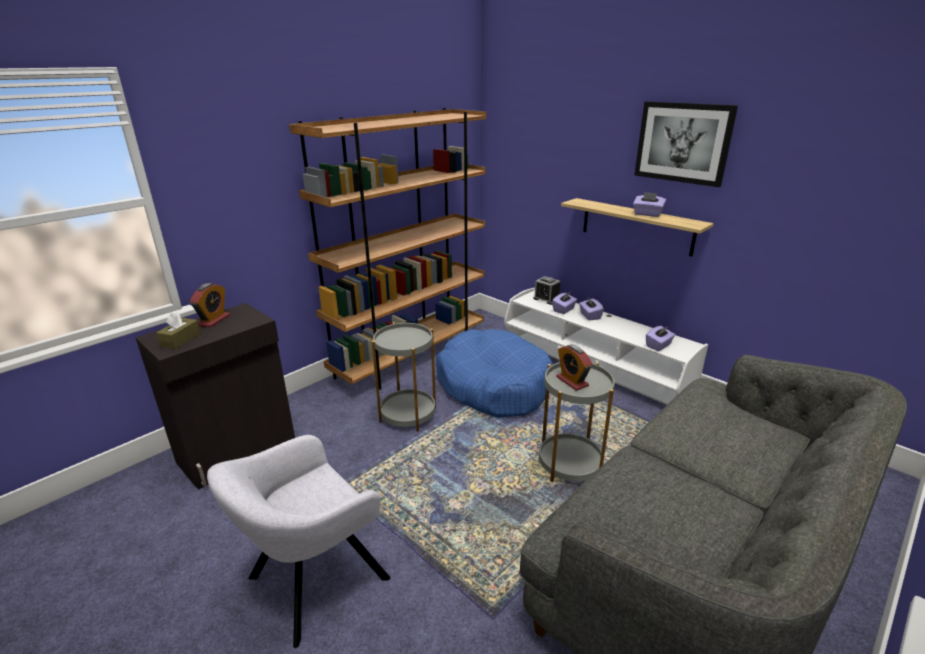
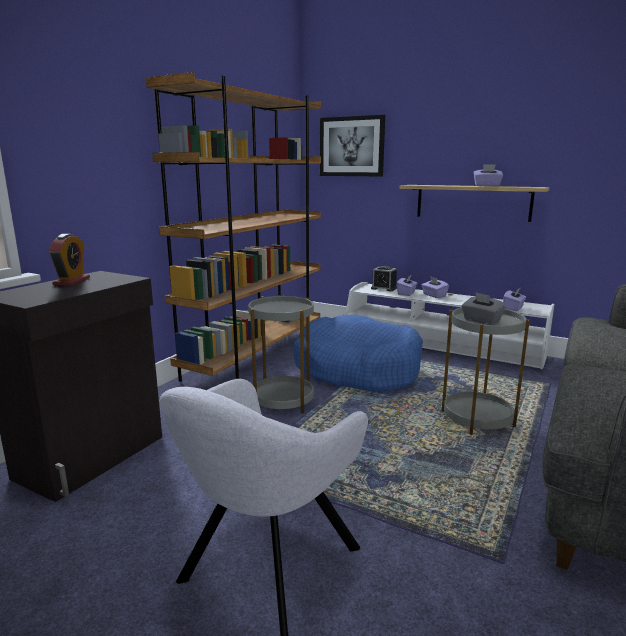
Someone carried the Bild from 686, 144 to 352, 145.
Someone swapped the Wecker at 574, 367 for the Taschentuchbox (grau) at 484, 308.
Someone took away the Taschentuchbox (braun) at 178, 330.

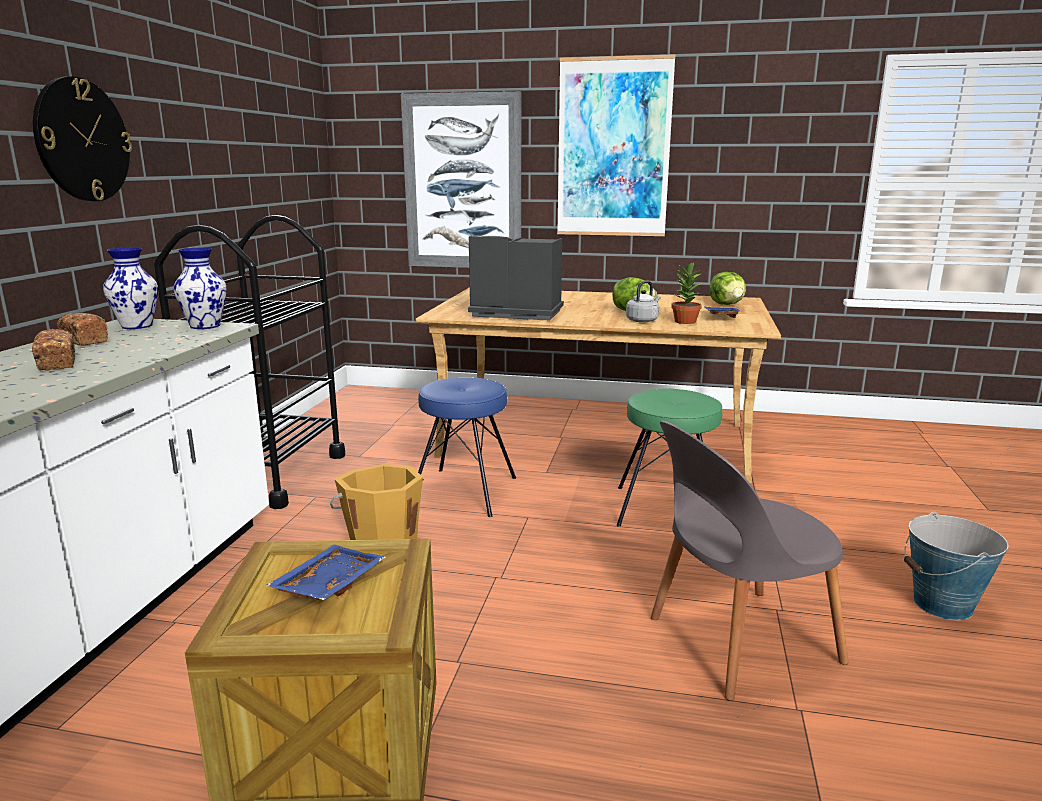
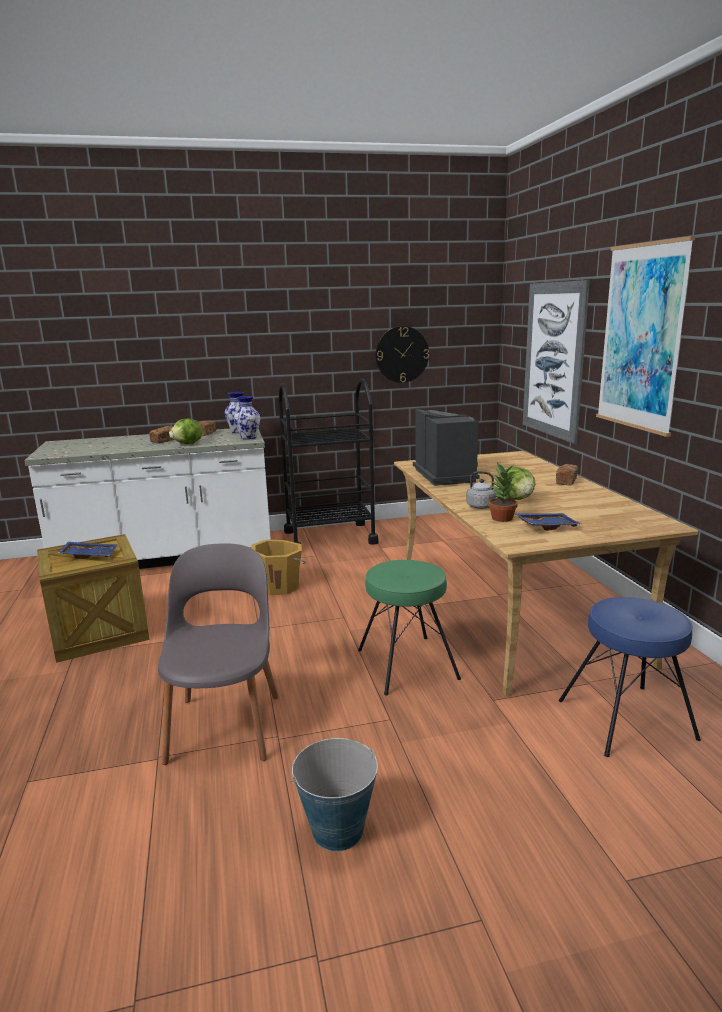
Someone rotated the Stuhl (grau) at 749, 560 by 45 degrees clockwise.
Someone carried the Salatkopf from 727, 288 to 185, 431.
Someone carried the Wanduhr from 82, 138 to 402, 354.
Someone put down the Brot at 567, 475.
Someone carried the Hocker (blau) from 467, 447 to 630, 677.

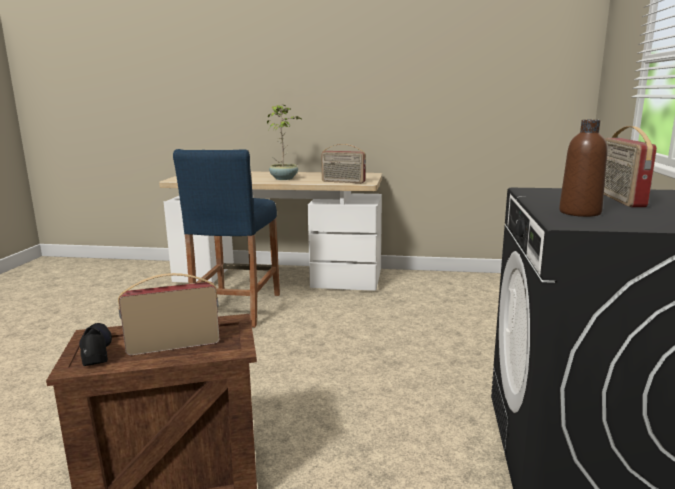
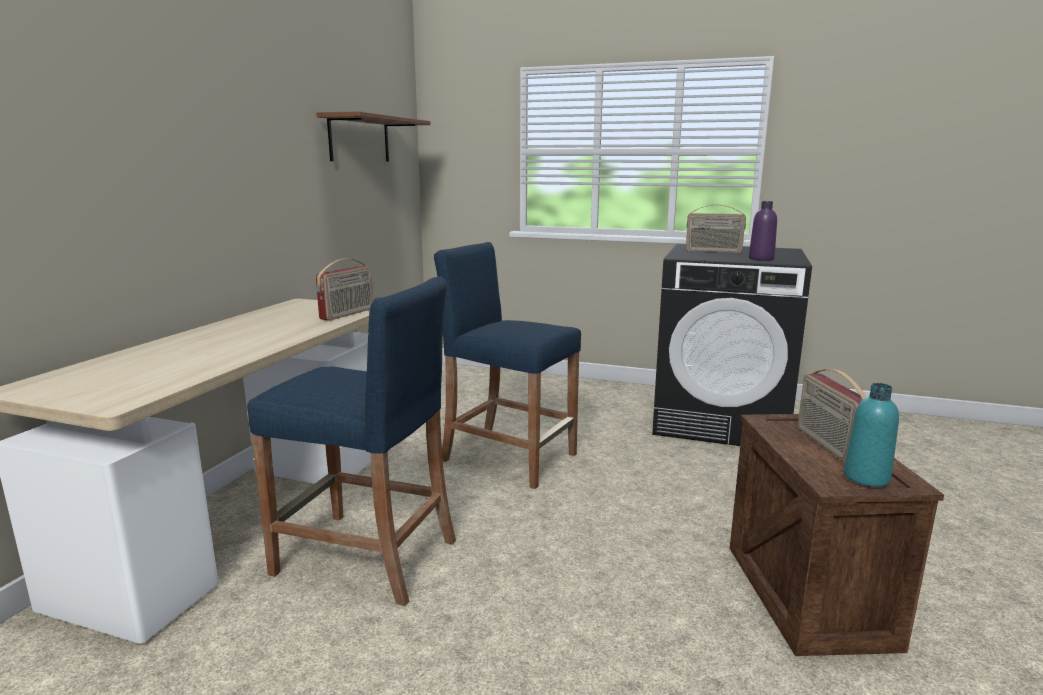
Someone put up the Wandregal (braun) at 373, 136.
Someone put down the Hocker (blau) at 507, 365.
Someone repainted the Flasche (braun) at 583, 168, which became the Flasche (lila) at 763, 231.
Someone swapped the Schuh (schwarz) at 95, 344 for the Flasche (türkis) at 871, 435.
Someone took away the Topfpflanze at 284, 142.

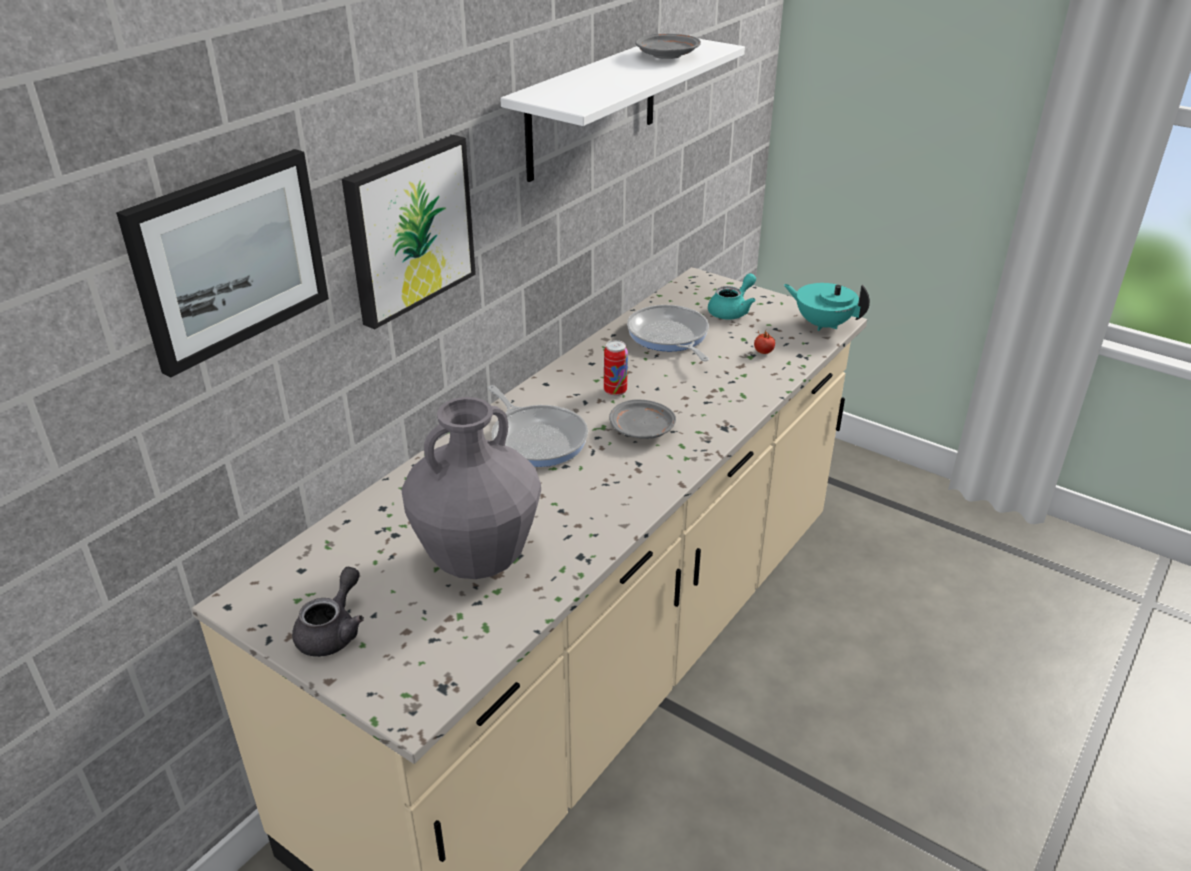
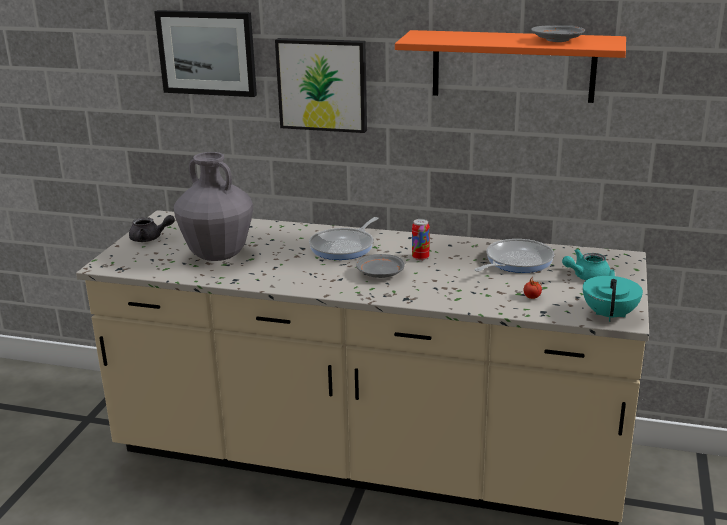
Someone repainted the Wandregal (weiß) at 622, 110, which became the Wandregal (orange) at 510, 66.
Someone rotated the Teekanne (türkis) at 732, 296 by 135 degrees clockwise.

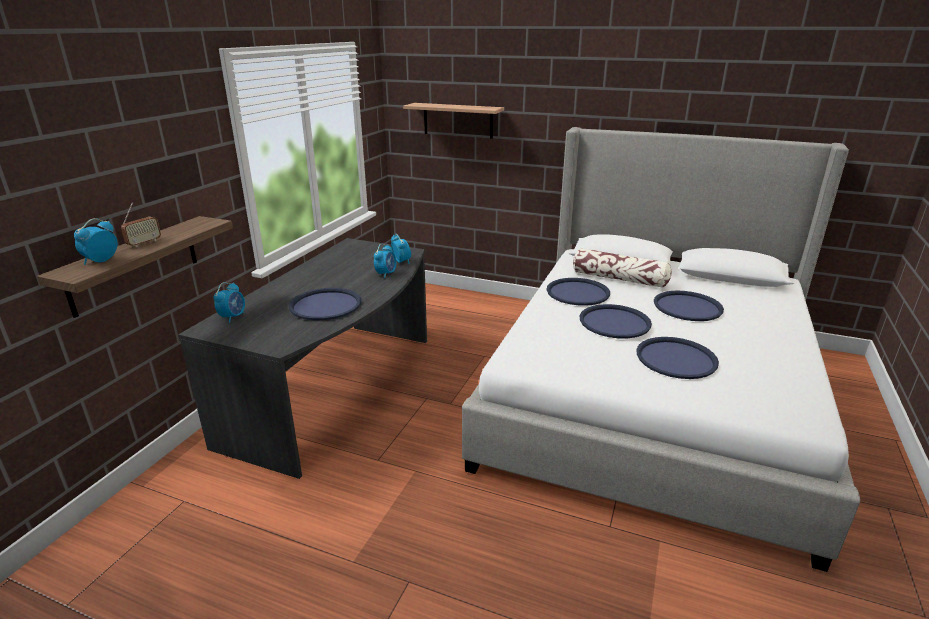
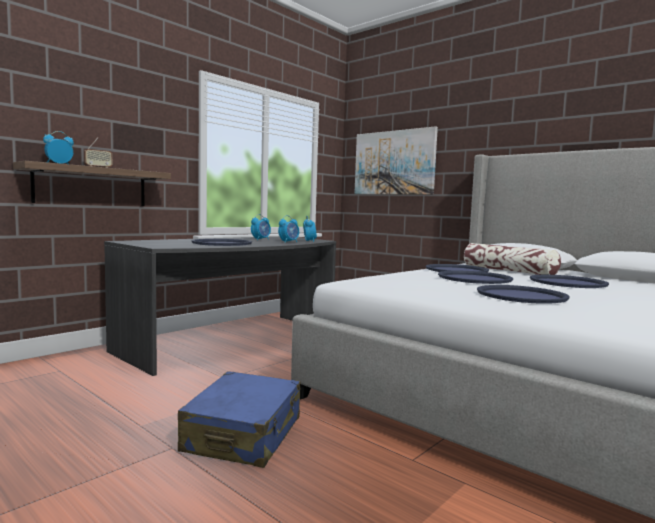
Someone put down the Koffer (blau) at 239, 419.
Someone carried the Wecker from 229, 302 to 261, 227.
Someone swapped the Wandregal at 453, 121 for the Bild at 396, 160.

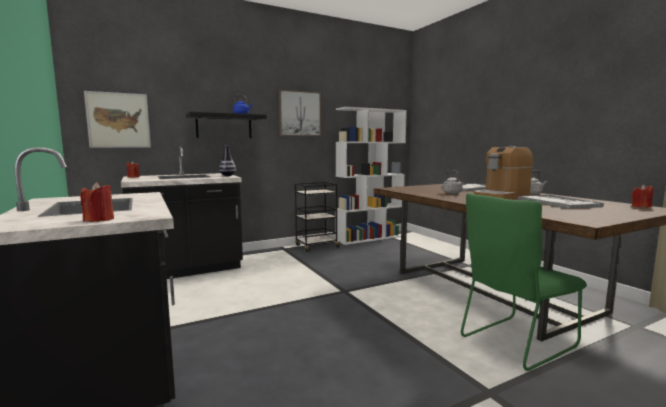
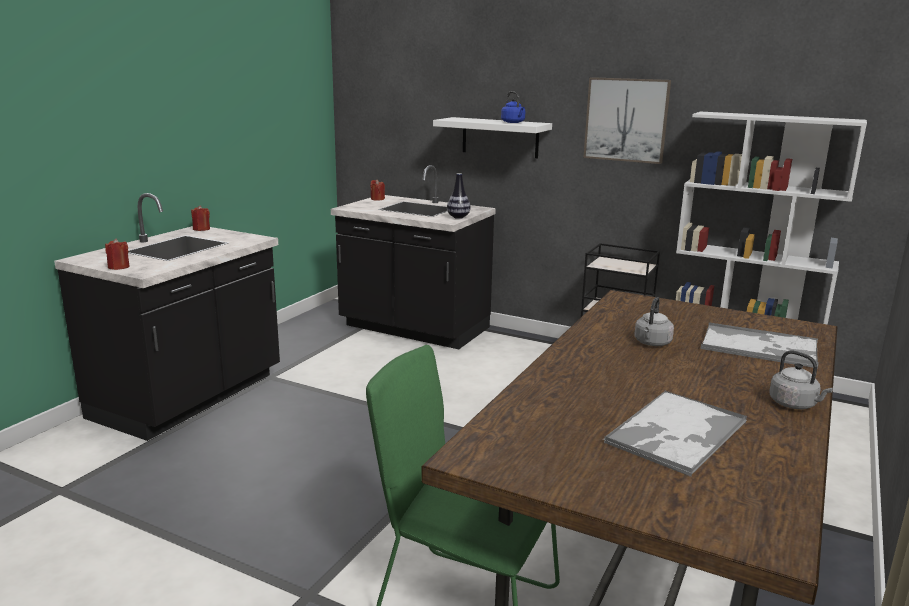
Someone carried the Kerze (rot) from 643, 195 to 200, 218.
Someone repainted the Wandregal (schwarz) at 226, 124, which became the Wandregal (weiß) at 492, 137.
Someone took away the Bild at 117, 119.
Someone took away the Kaffeemaschine at 503, 173.

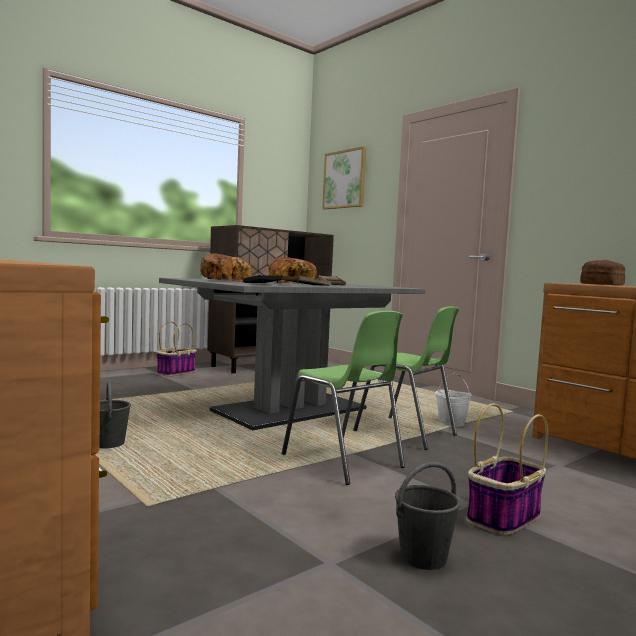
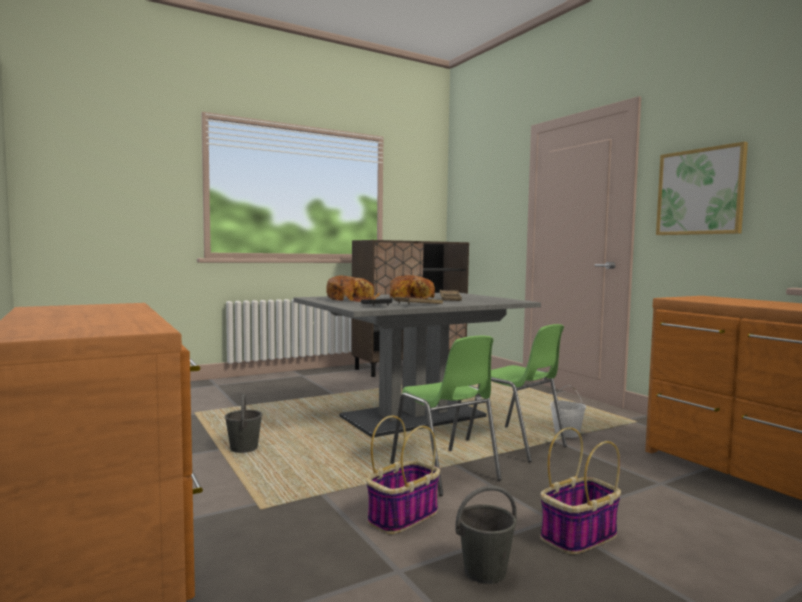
Someone carried the Korb from 176, 349 to 403, 474.
Someone carried the Bild from 344, 177 to 702, 188.
Someone took away the Brot at 602, 272.

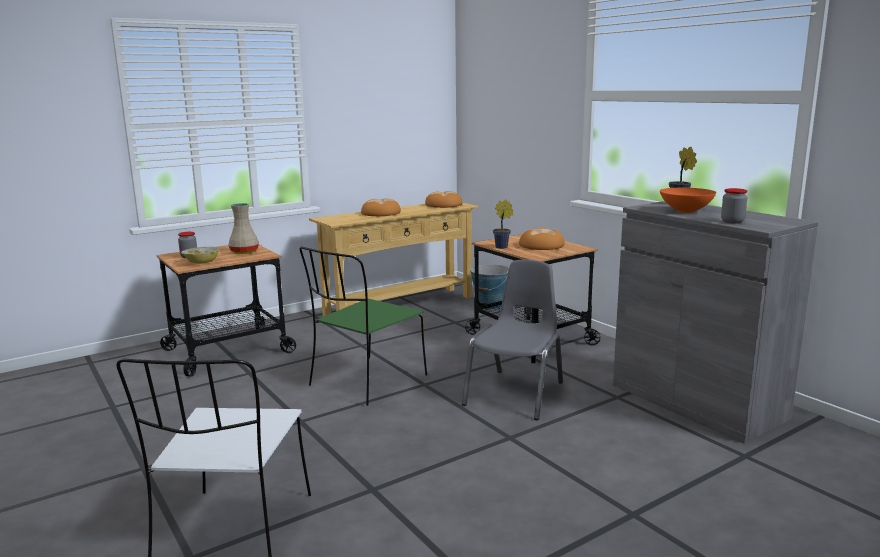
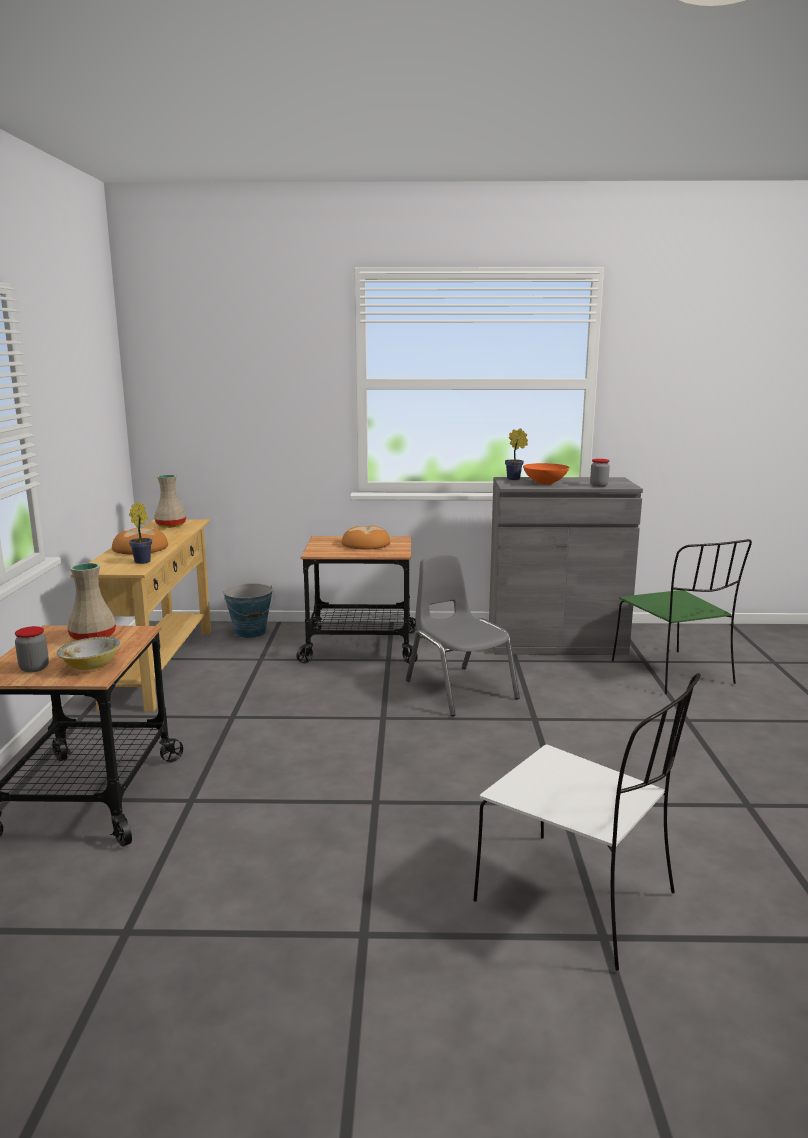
Someone carried the Topfpflanze from 503, 224 to 140, 532.
Someone swapped the Brot at 444, 199 for the Vase (beige) at 170, 501.
Someone carried the Stuhl (grün) from 363, 326 to 682, 616.

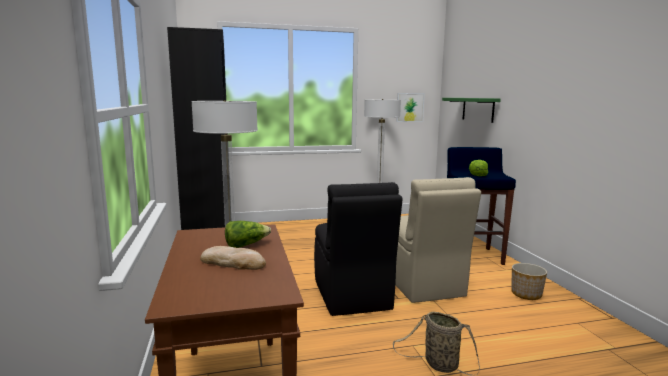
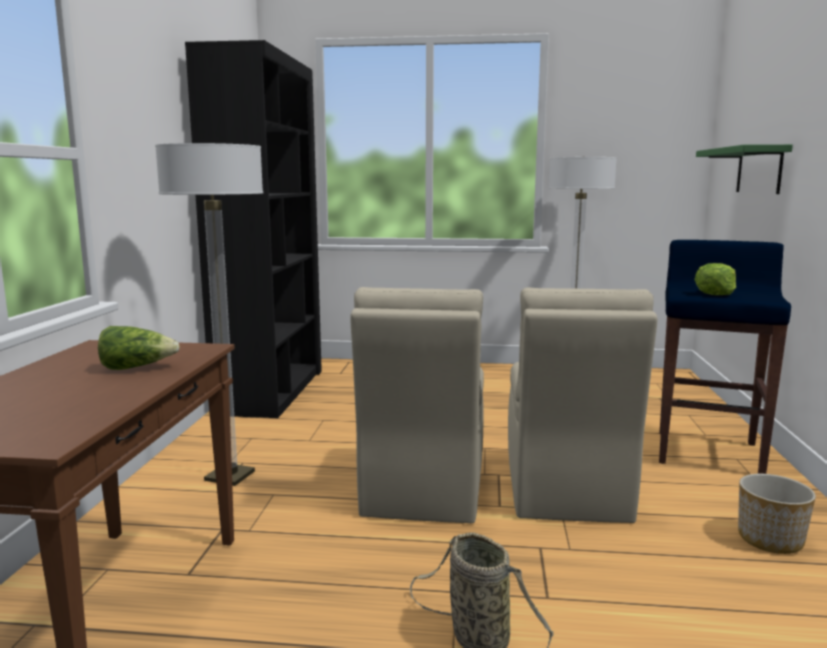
Someone repainted the Stuhl (schwarz) at 358, 249, which became the Stuhl (beige) at 417, 405.
Someone took away the Brot at 233, 258.
Someone took away the Bild at 410, 107.

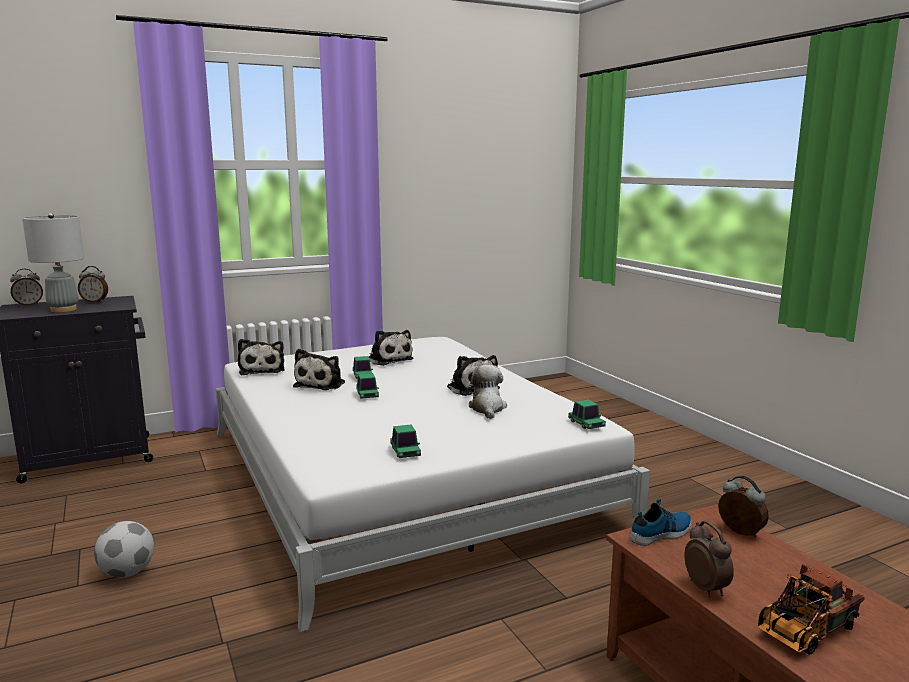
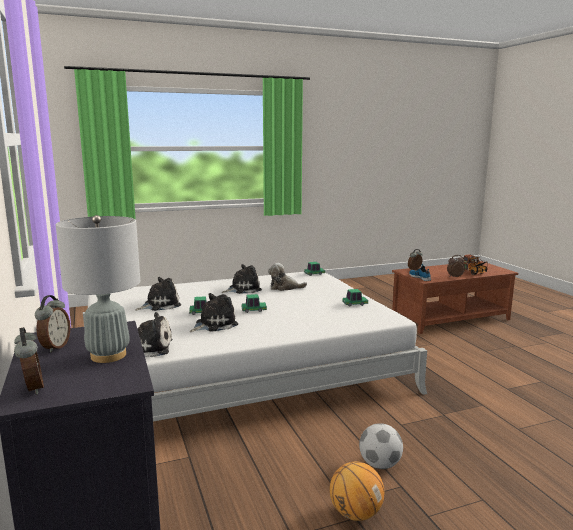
Someone rotated the Plüschtier at 319, 369 by 60 degrees counterclockwise.
Someone put down the Basketball at 357, 491.

